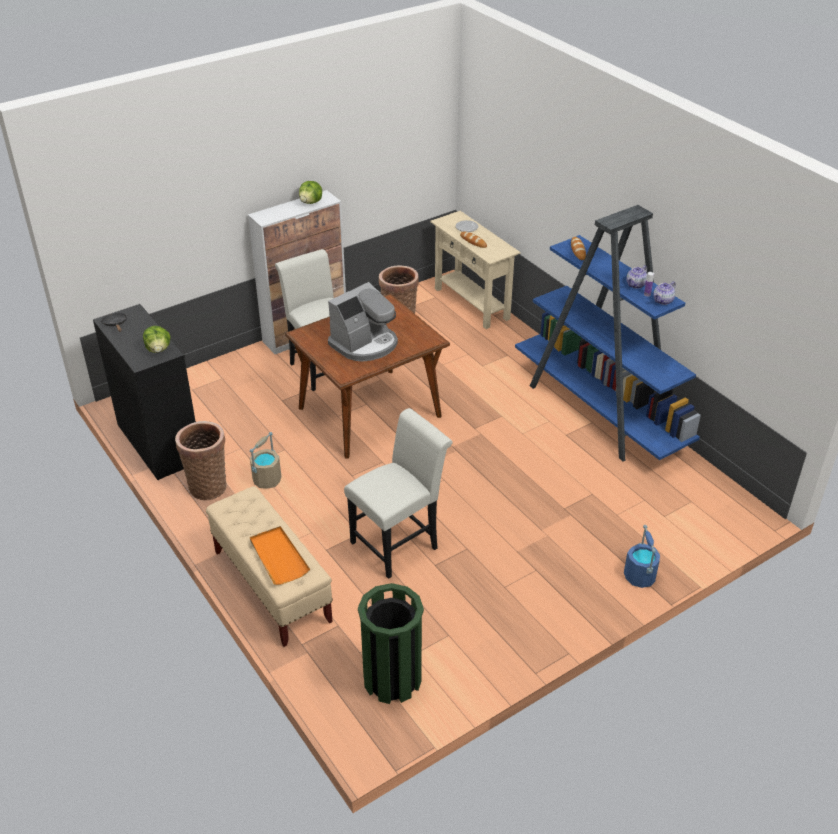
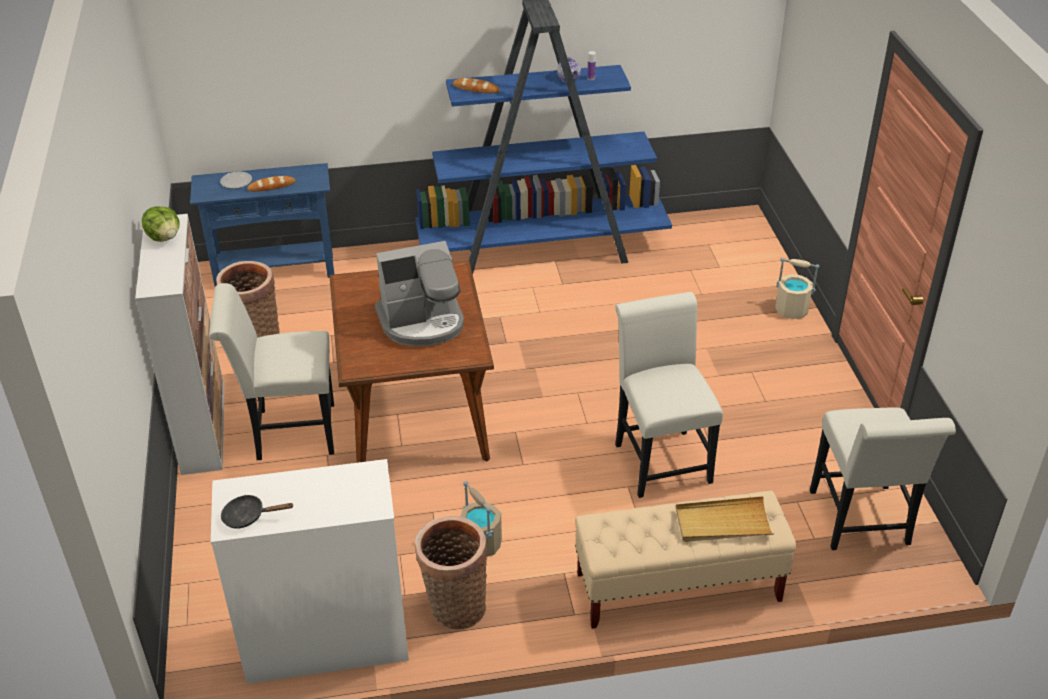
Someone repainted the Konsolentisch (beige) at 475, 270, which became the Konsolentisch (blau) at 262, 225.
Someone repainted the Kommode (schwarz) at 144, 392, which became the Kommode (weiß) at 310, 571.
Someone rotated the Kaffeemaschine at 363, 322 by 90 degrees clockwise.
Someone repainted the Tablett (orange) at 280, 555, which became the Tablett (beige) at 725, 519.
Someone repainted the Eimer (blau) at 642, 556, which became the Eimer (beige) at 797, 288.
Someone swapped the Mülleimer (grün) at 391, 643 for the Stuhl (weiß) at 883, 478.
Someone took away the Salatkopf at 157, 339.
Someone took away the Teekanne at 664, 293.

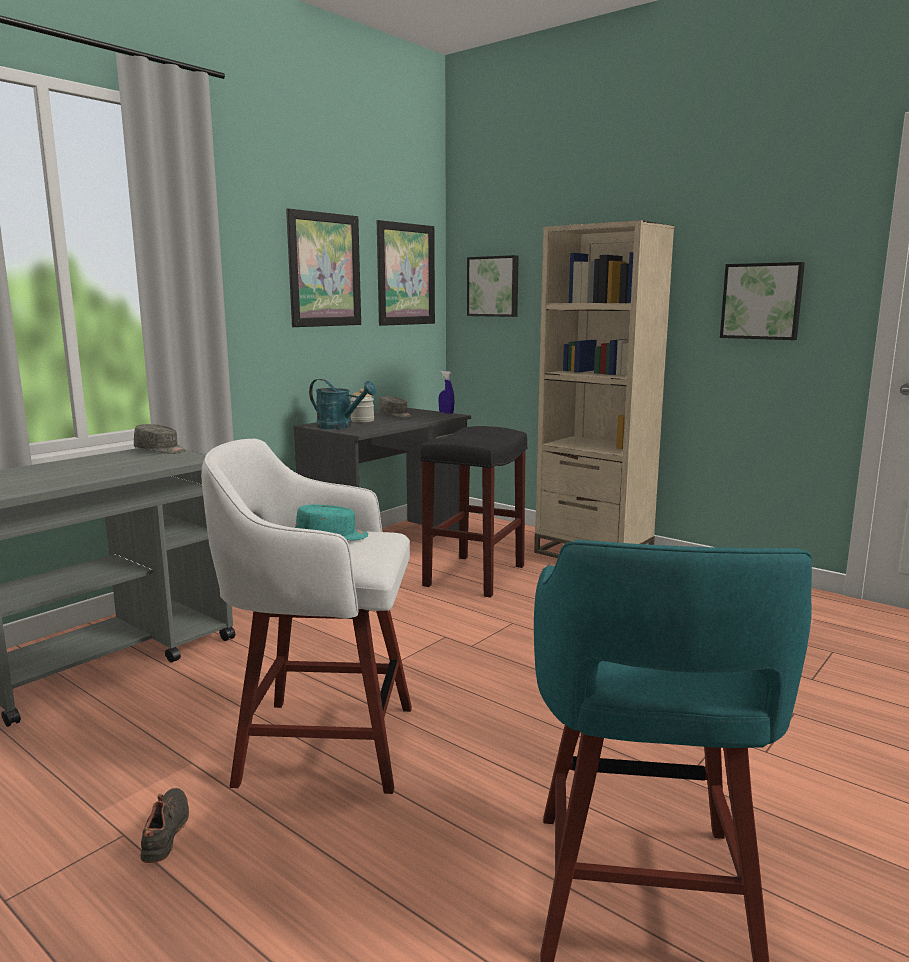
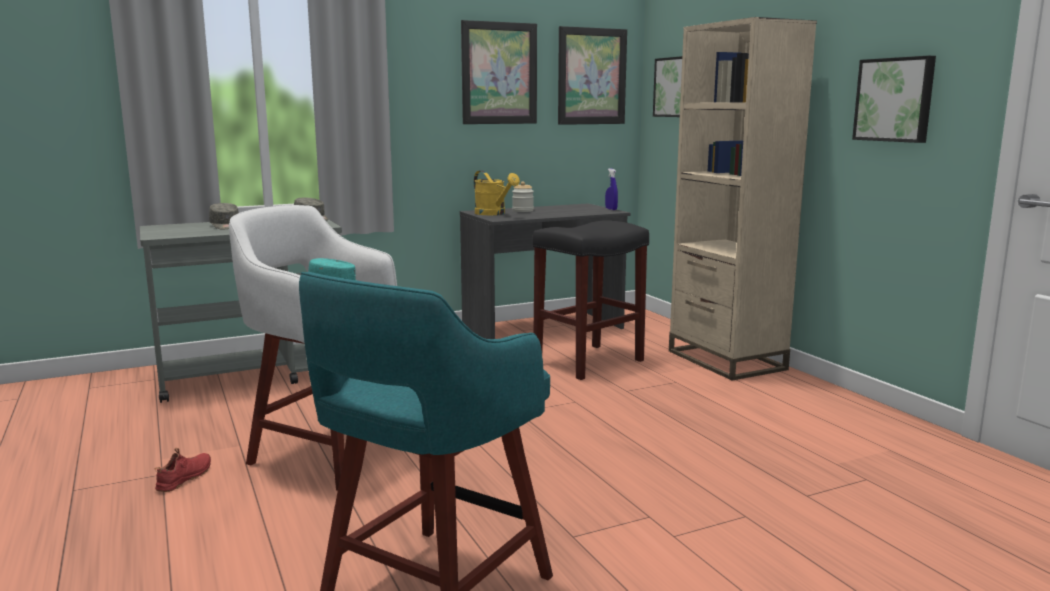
Someone repainted the Schuh (schwarz) at 164, 825, which became the Schuh (rot) at 183, 470.
Someone carried the Kappe (grau) from 395, 407 to 224, 216.
Someone repainted the Gießkanne (türkis) at 343, 404, which became the Gießkanne (gelb) at 497, 192.

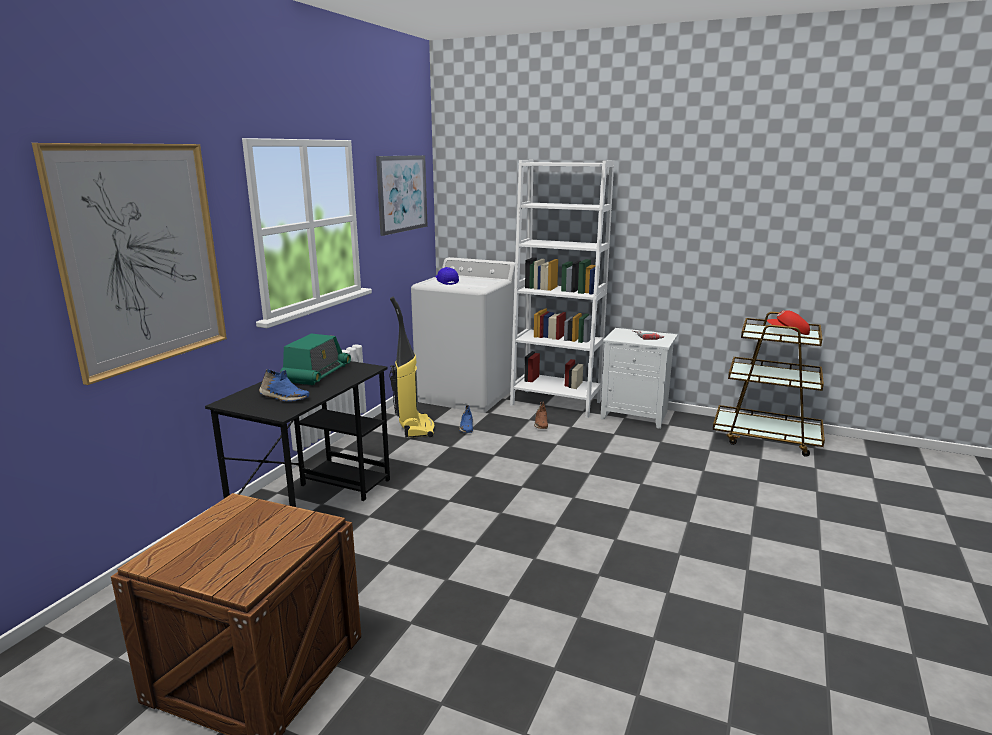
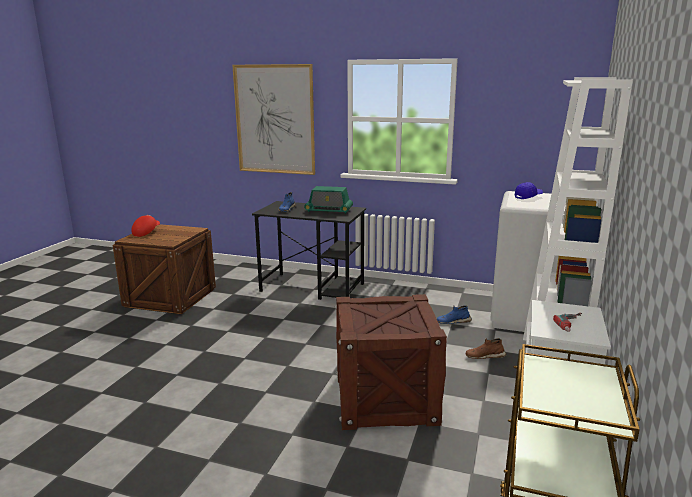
Someone carried the Kappe (rot) from 788, 322 to 145, 226.
Someone put down the Kiste at 391, 362.
Someone took away the Bild at 402, 195.
Someone took away the Staubsauger at 412, 367.

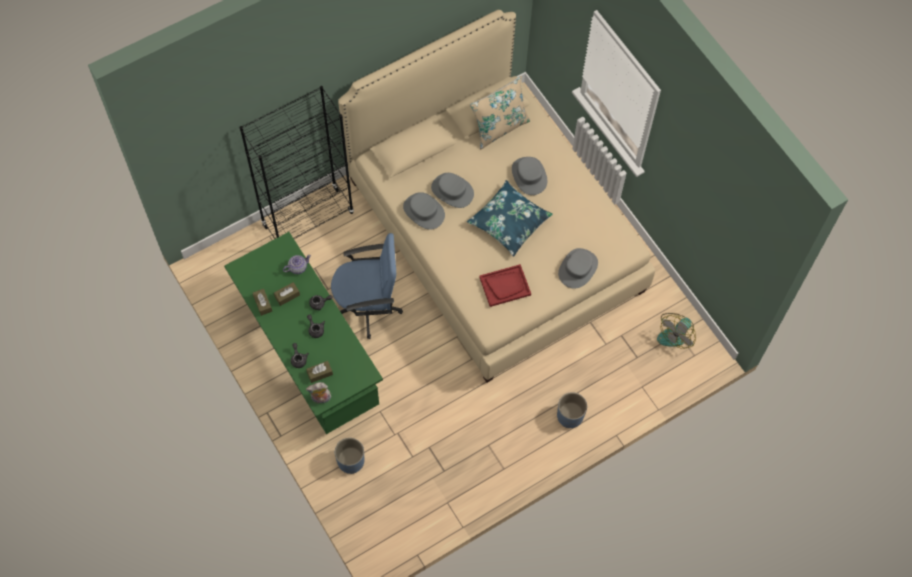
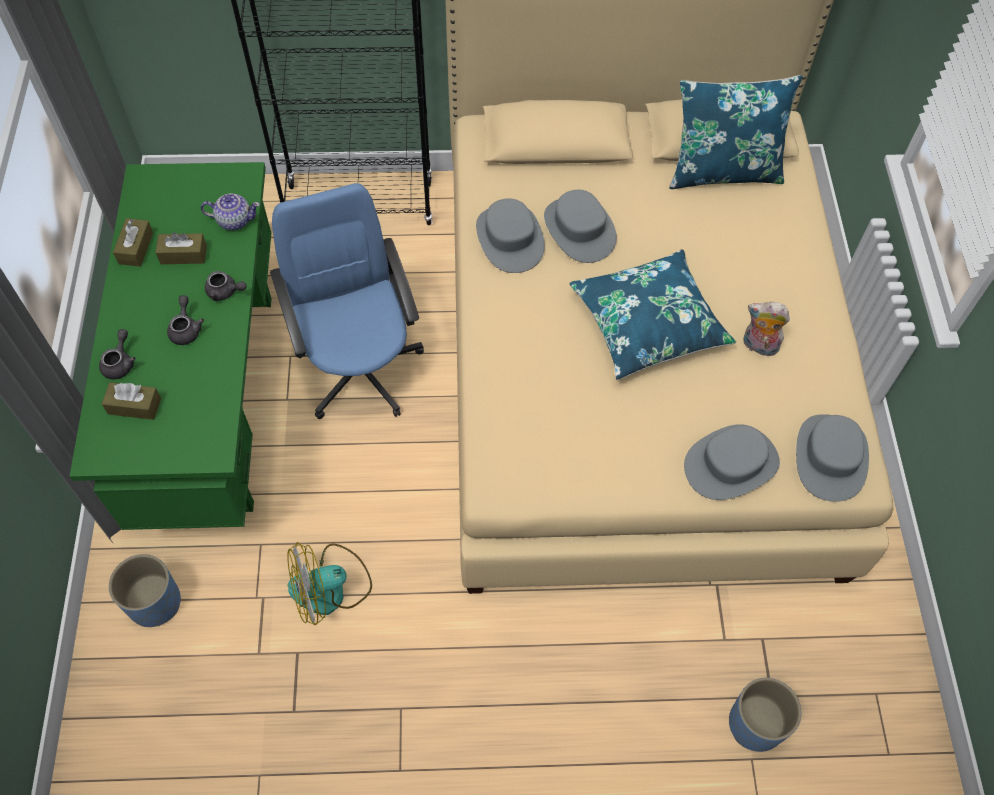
Someone rotated the Bürostuhl (blau) at 367, 286 by 135 degrees counterclockwise.
Someone carried the Ventilator from 676, 331 to 329, 584.
Someone repainted the Kissen (beige) at 500, 112, which became the Kissen (blau) at 736, 132.
Someone carried the Pflanzkübel (blau) from 572, 410 to 765, 715.
Someone carried the Plüschtier from 318, 392 to 766, 329.
Someone carried the Hut (grau) from 529, 176 to 832, 458.
Someone took away the Tablett (rot) at 505, 285.

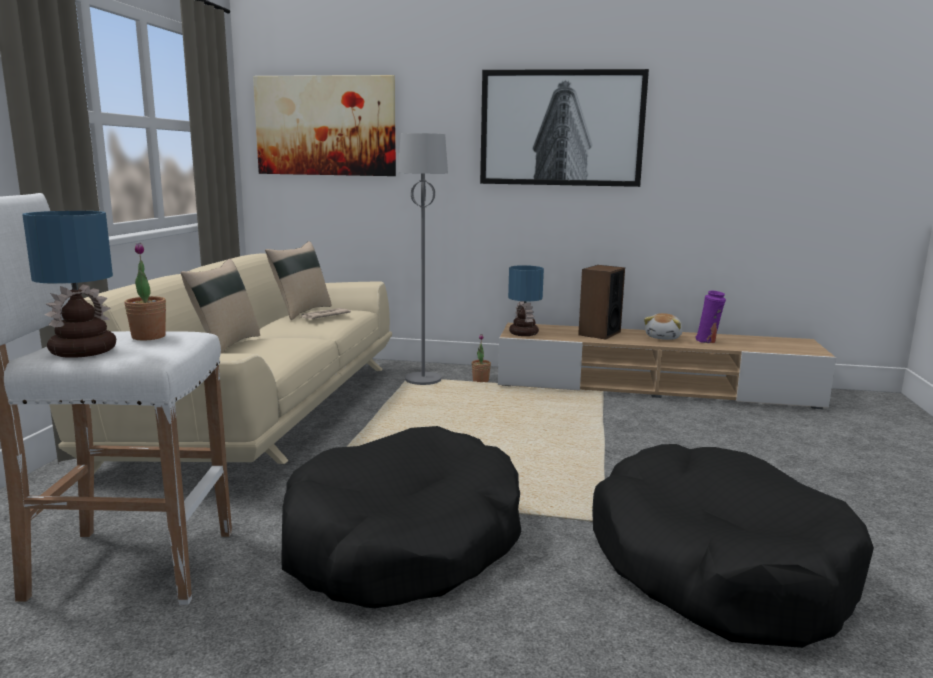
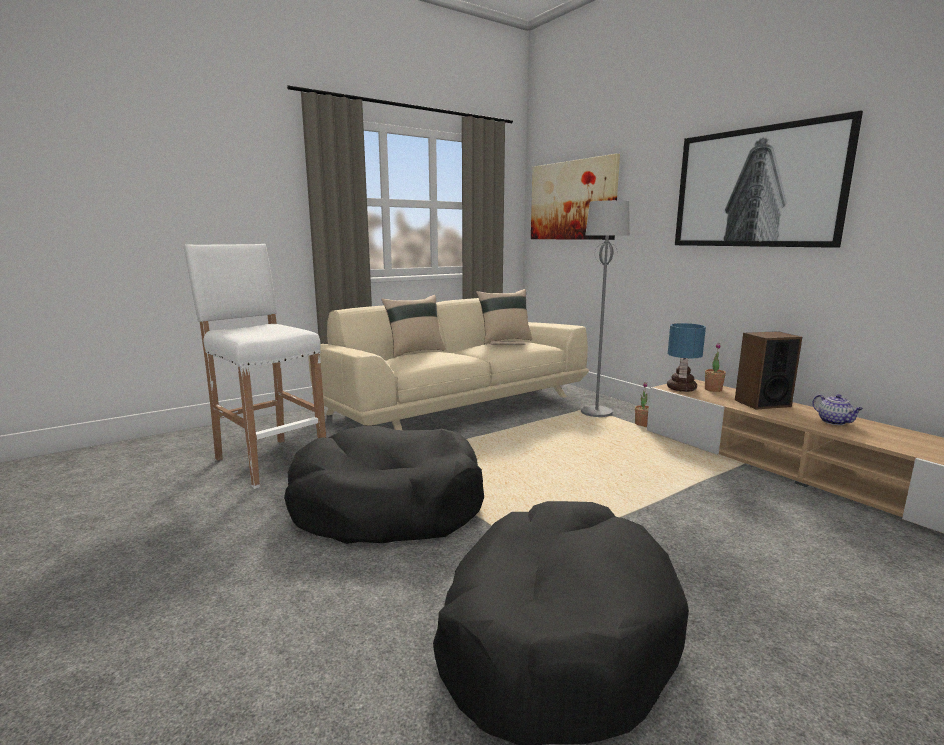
Someone carried the Topfpflanze from 145, 291 to 715, 367.
Someone swapped the Plüschtier at 663, 326 for the Teekanne at 838, 409.
Someone took away the Tischlampe at 69, 284.
Someone took away the Vase (lila) at 710, 317.

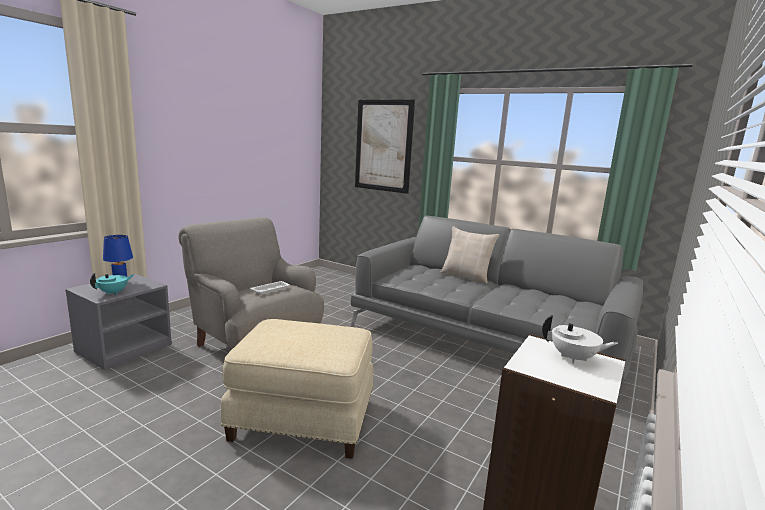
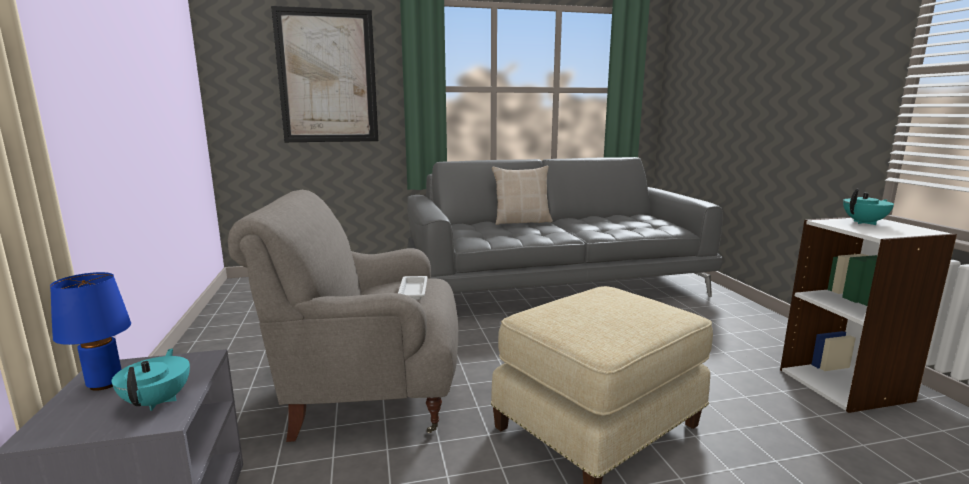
Someone repainted the Teekanne (weiß) at 580, 339, which became the Teekanne (türkis) at 868, 207.

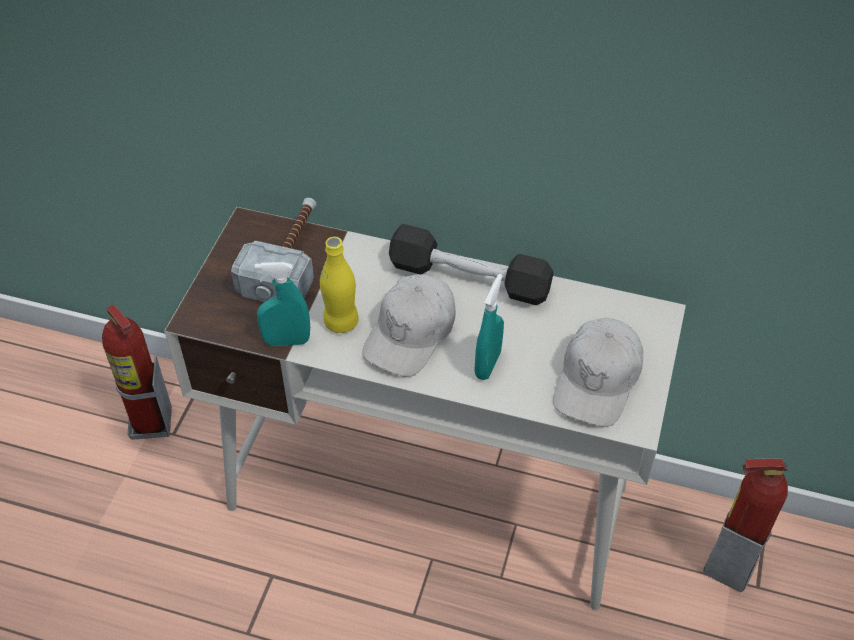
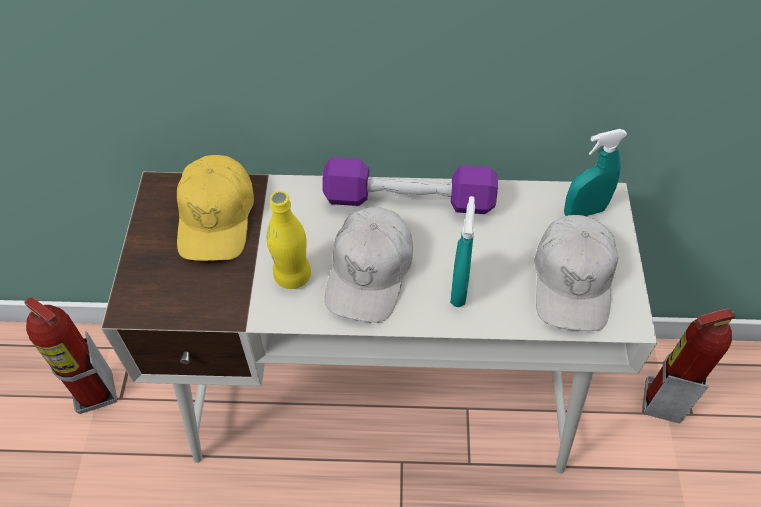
Someone swapped the Hammer at 274, 250 for the Kappe (gelb) at 215, 208.
Someone repainted the Hantel (schwarz) at 471, 264, which became the Hantel (lila) at 410, 185.
Someone carried the Sprühflasche (türkis) from 282, 304 to 596, 172.

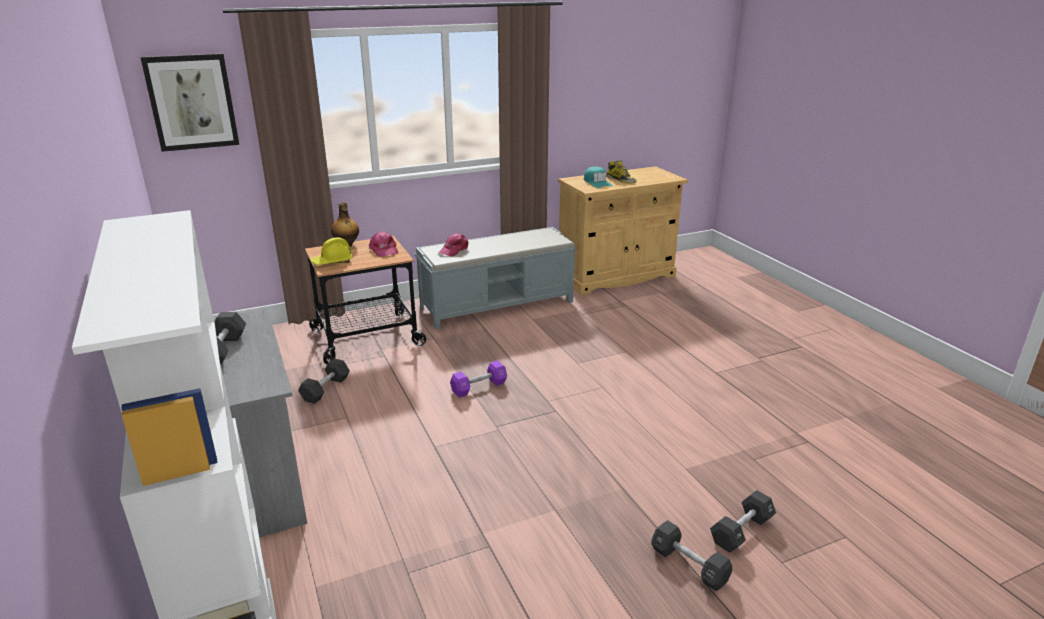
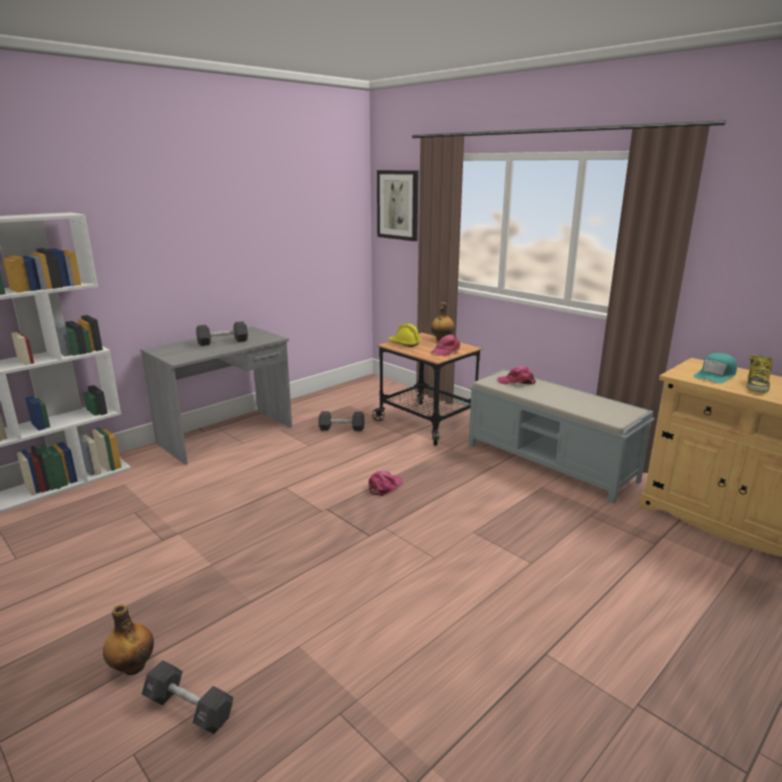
Someone swapped the Hantel (schwarz) at 691, 555 for the Flasche at 128, 639.
Someone swapped the Hantel (lila) at 478, 379 for the Kappe (rosa) at 386, 483.

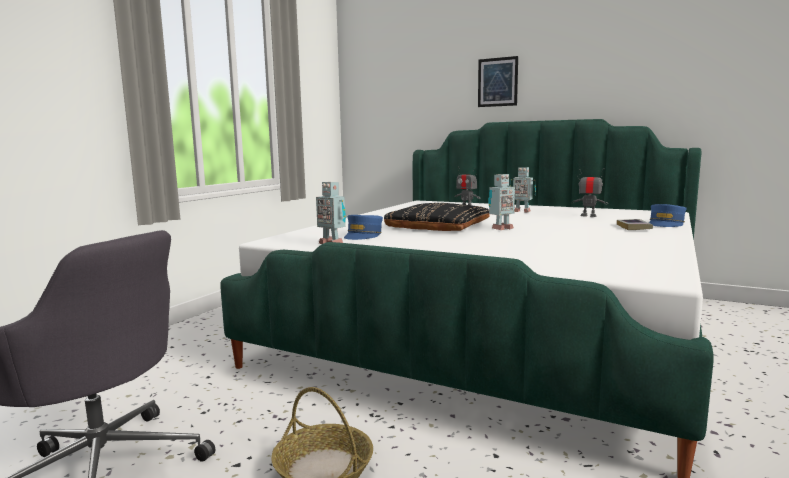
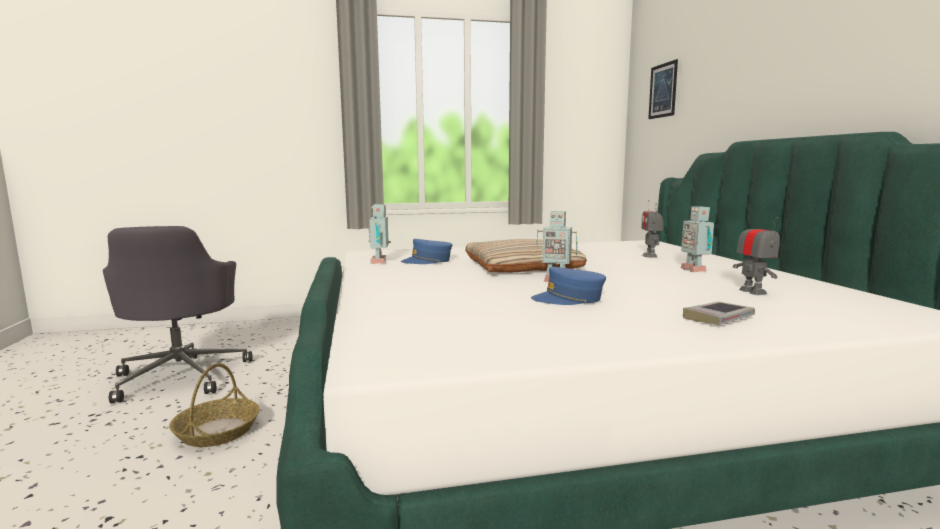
Someone repainted the Kissen (schwarz) at 437, 217, which became the Kissen (beige) at 526, 256.
Someone carried the Kappe (blau) from 668, 215 to 568, 286.
Someone carried the Bild from 498, 81 to 663, 89.

